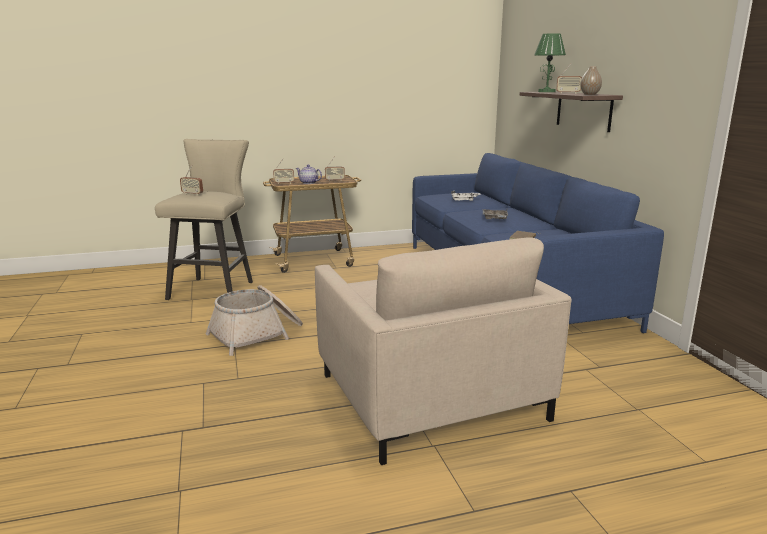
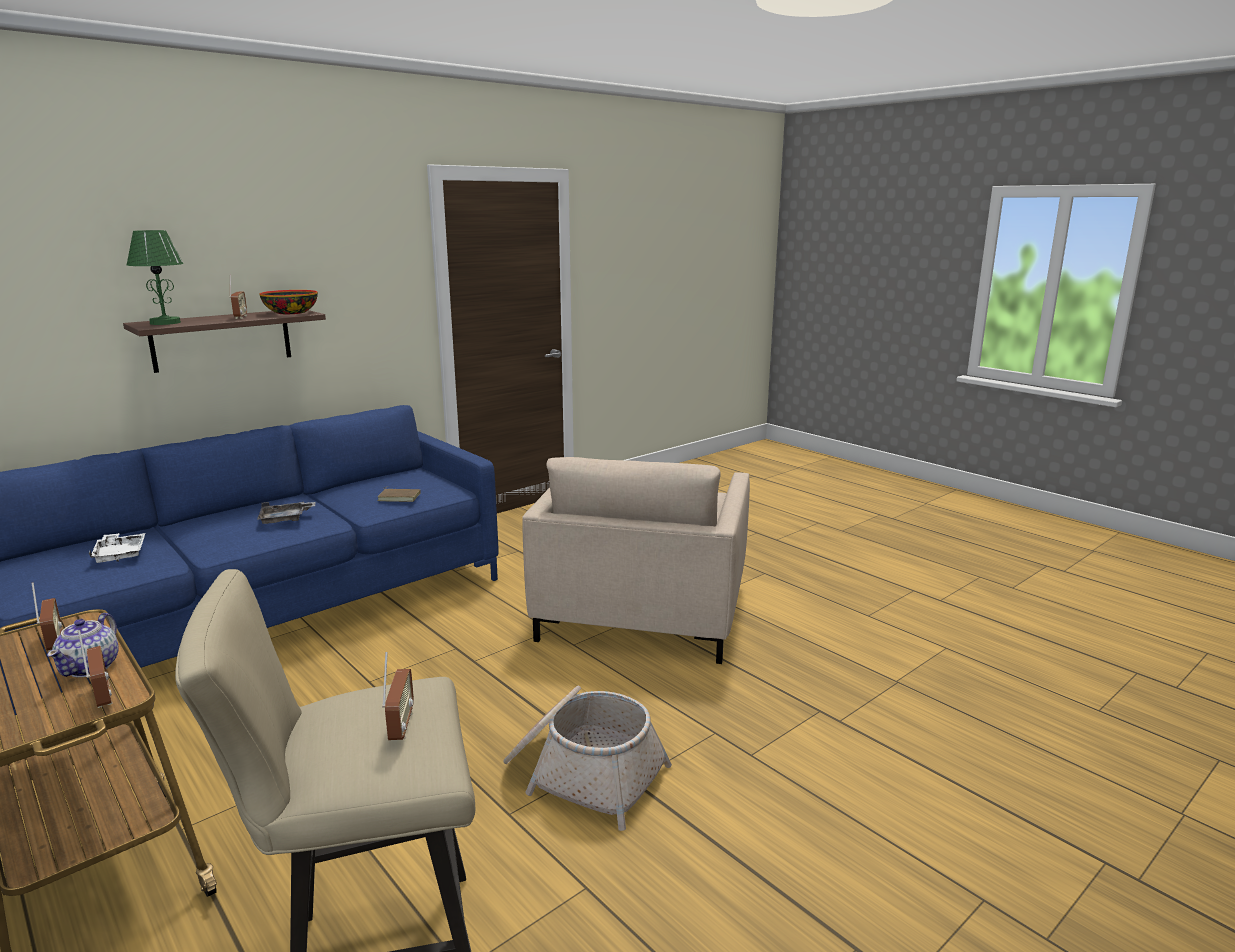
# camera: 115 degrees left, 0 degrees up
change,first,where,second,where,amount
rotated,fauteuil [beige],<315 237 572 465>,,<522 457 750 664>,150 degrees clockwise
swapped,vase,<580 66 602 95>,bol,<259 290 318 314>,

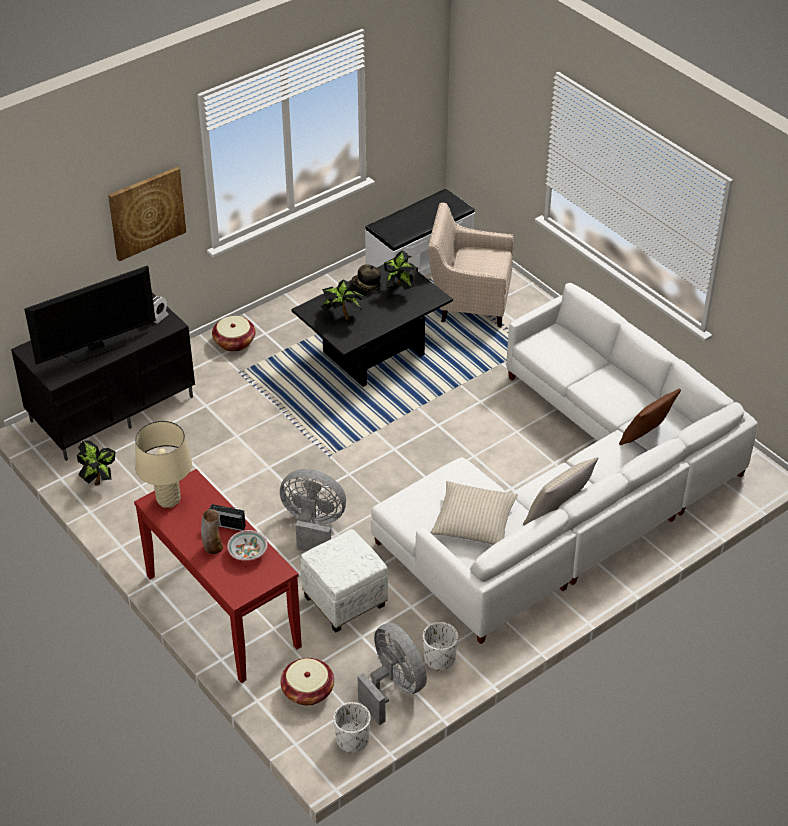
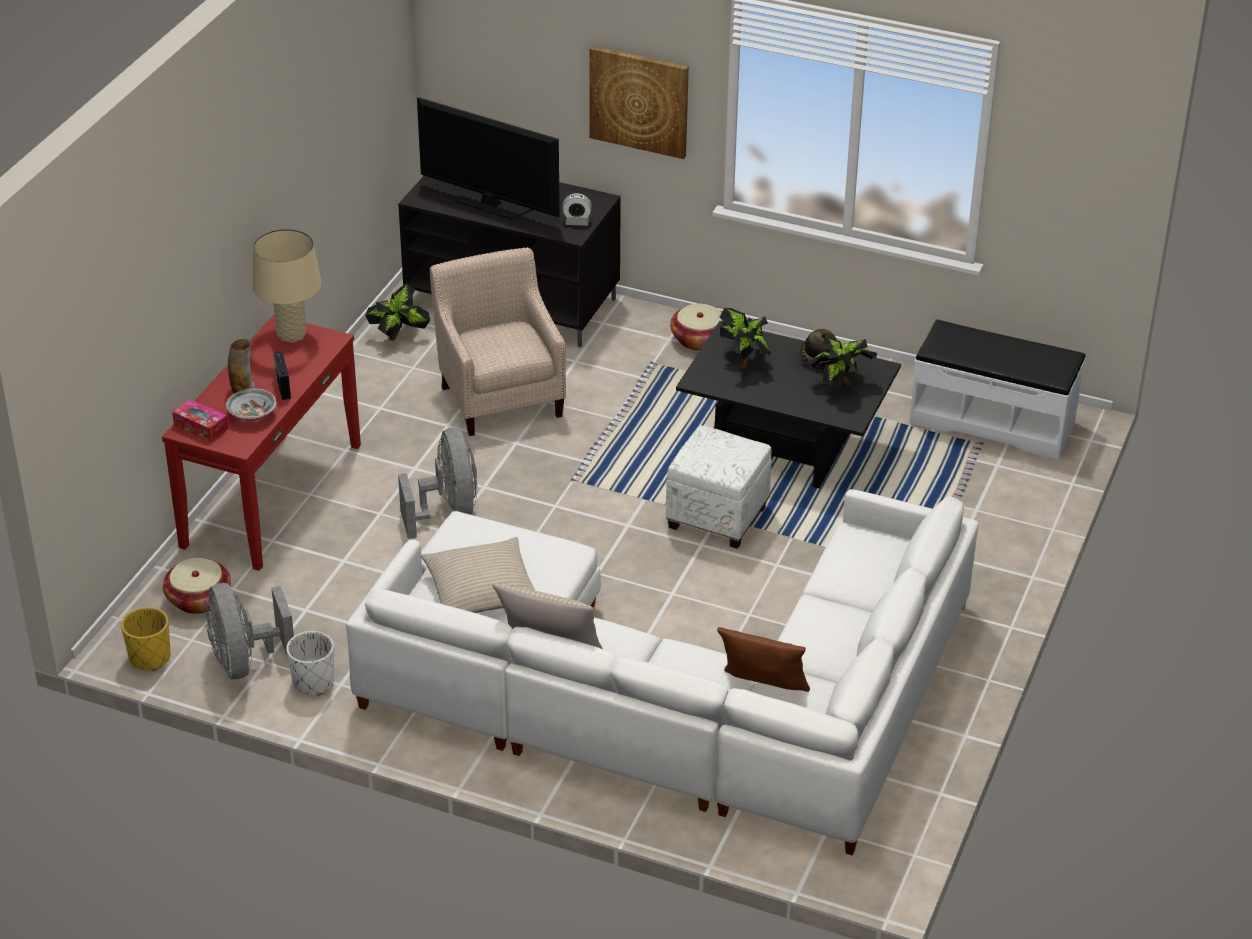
# camera: 60 degrees right, 5 degrees down
change,first,where,second,where,amount
shifted,pouf [blanc],<300 529 388 633>,,<666 426 771 549>,
repainted,cache-pot [blanc],<333 702 371 753>,cache-pot [jaune],<121 607 170 671>,
rotated,ventilateur [gris],<357 623 427 725>,,<206 583 294 679>,135 degrees clockwise
shifted,fauteuil [beige],<428 203 514 328>,,<430 247 566 436>,
new,,,boîte à mouchoirs,<172 399 229 442>,

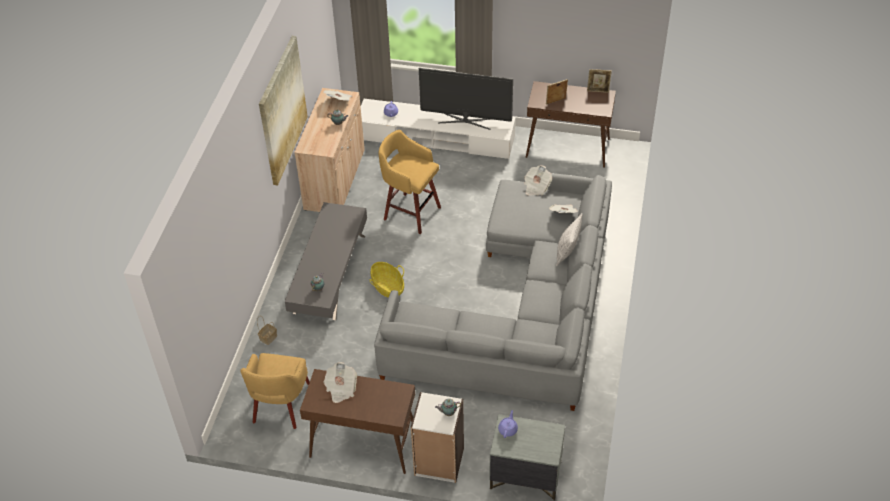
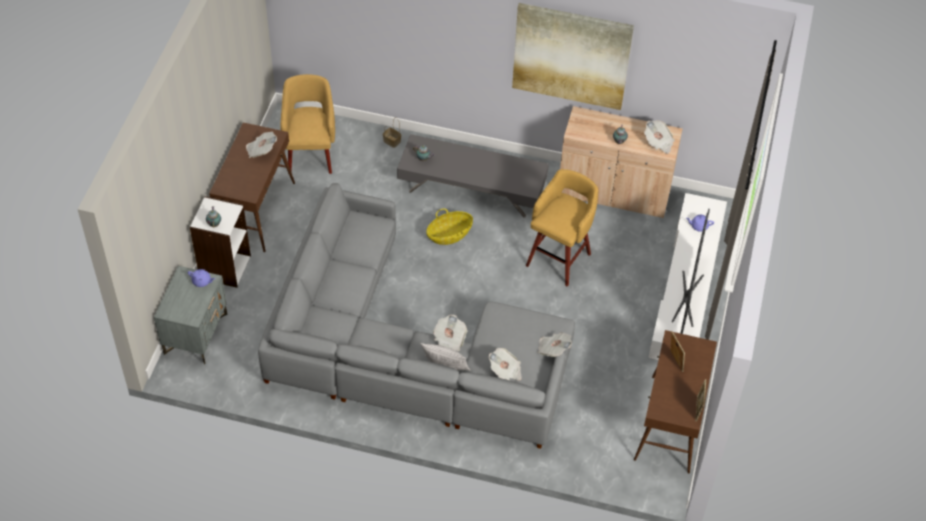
# camera: 90 degrees right, 5 degrees up
change,first,where,second,where,amount
rotated,fauteuil [jaune],<240 353 310 429>,,<281 74 335 174>,75 degrees clockwise
new,,,journal,<433 315 467 351>,

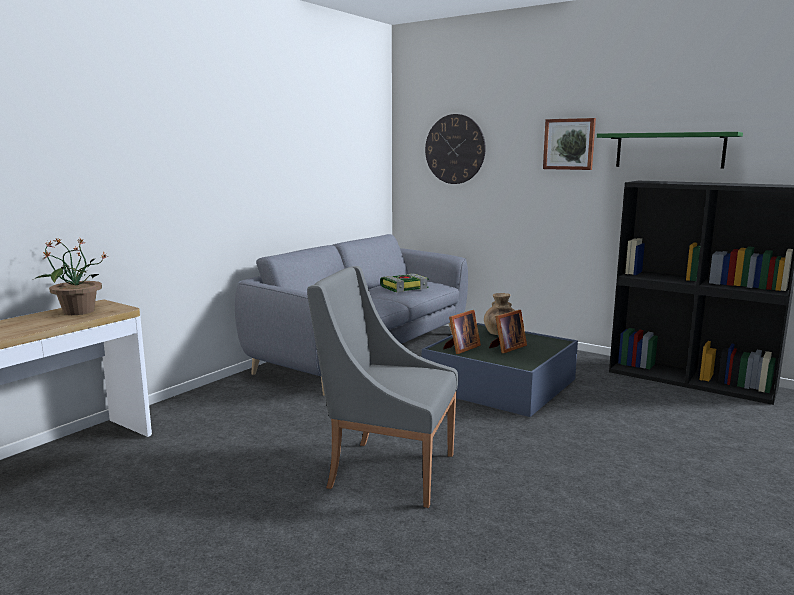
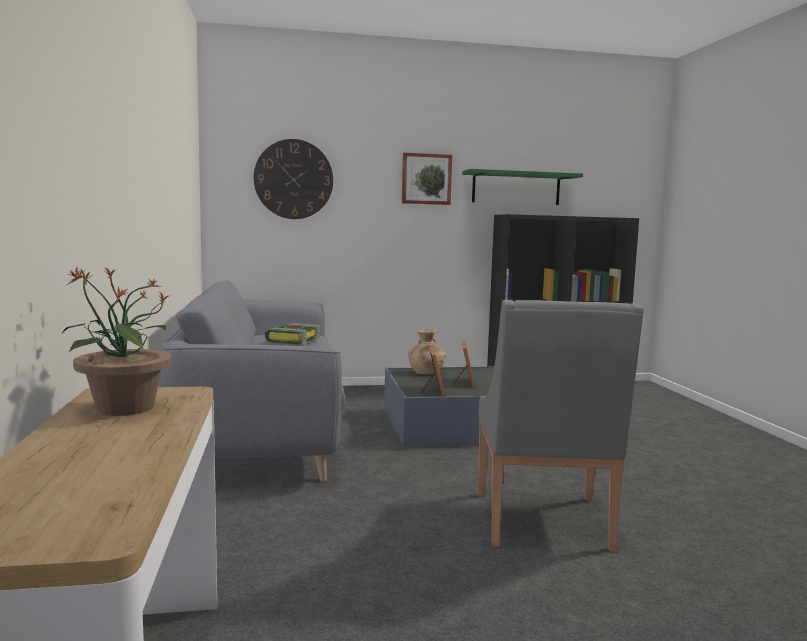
# camera: 45 degrees left, 5 degrees down
change,first,where,second,where,amount
rotated,fauteuil [gris],<307 266 458 508>,,<478 300 644 552>,60 degrees counterclockwise

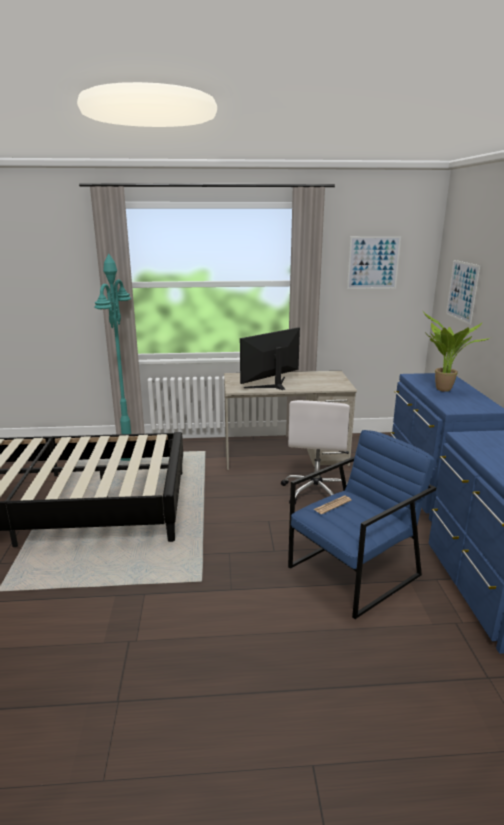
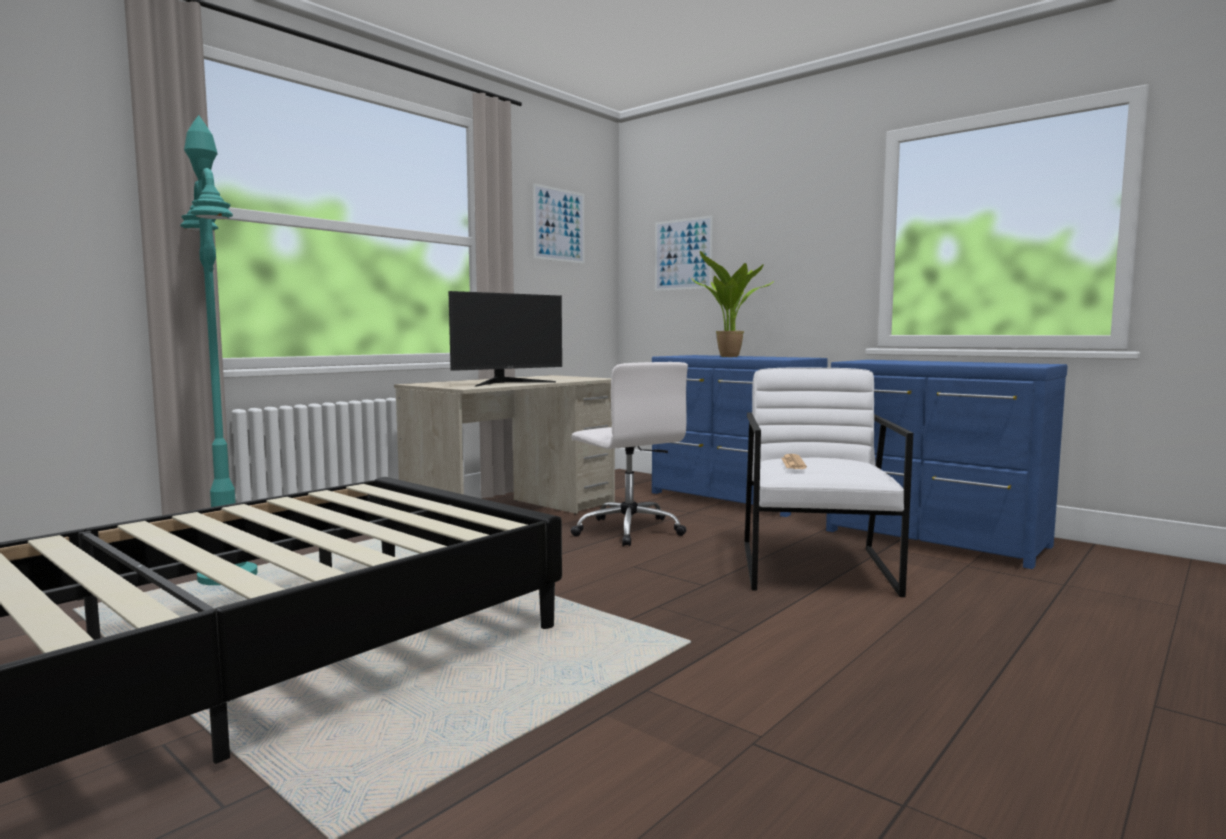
# camera: 45 degrees left, 15 degrees down
change,first,where,second,where,amount
rotated,écran d'ordinateur,<240 327 300 390>,,<448 291 562 386>,135 degrees counterclockwise
repainted,fauteuil [bleu],<288 430 436 619>,fauteuil [blanc],<744 367 913 597>,

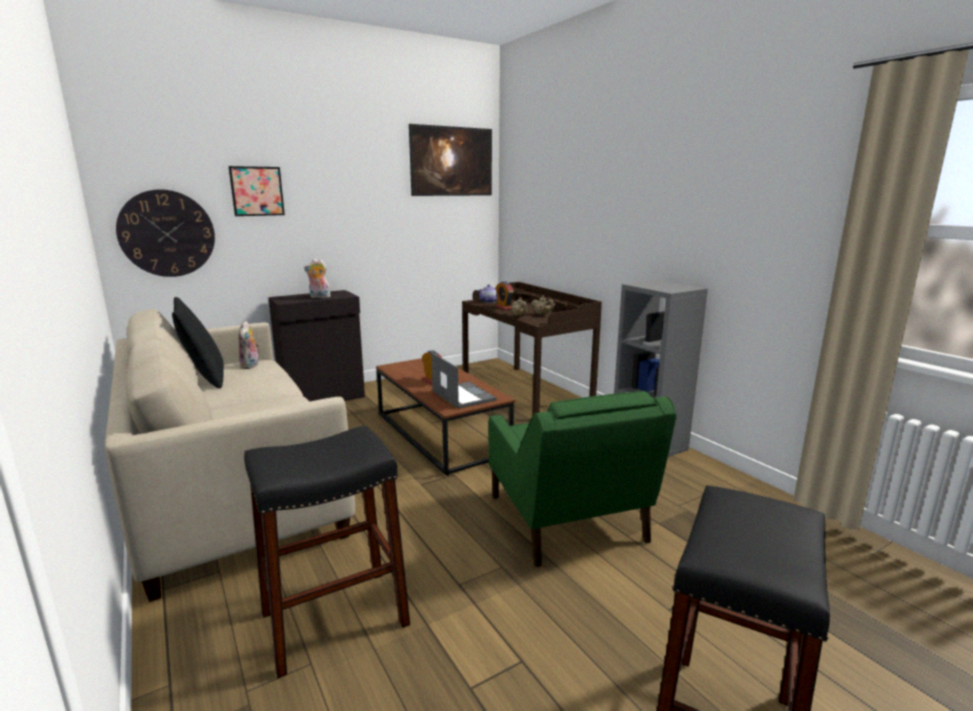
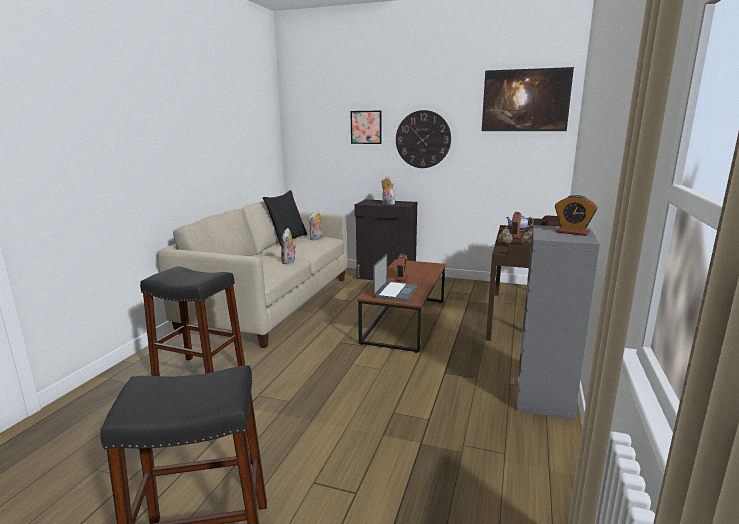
# camera: 50 degrees right, 0 degrees up
change,first,where,second,where,amount
shifted,horloge murale,<116 189 215 277>,,<396 110 451 168>,
gone,fauteuil [vert],<488 391 676 567>,,,
new,,,peluche,<281 228 296 264>,
new,,,réveil,<555 195 597 236>,

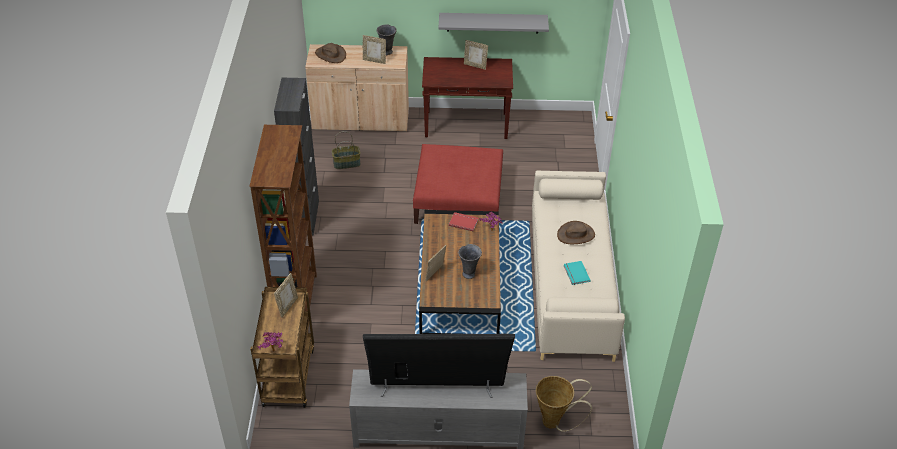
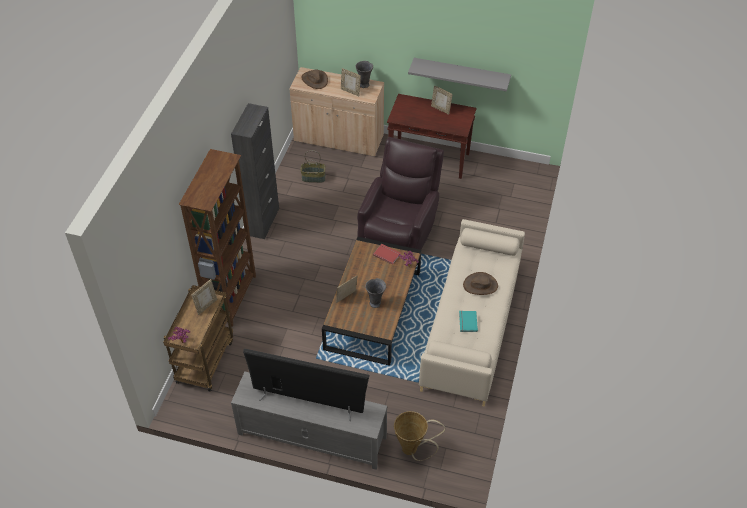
# camera: 15 degrees right, 5 degrees up
change,first,where,second,where,amount
swapped,pouf [rouge],<413 144 503 224>,fauteuil [marron],<357 137 444 250>,

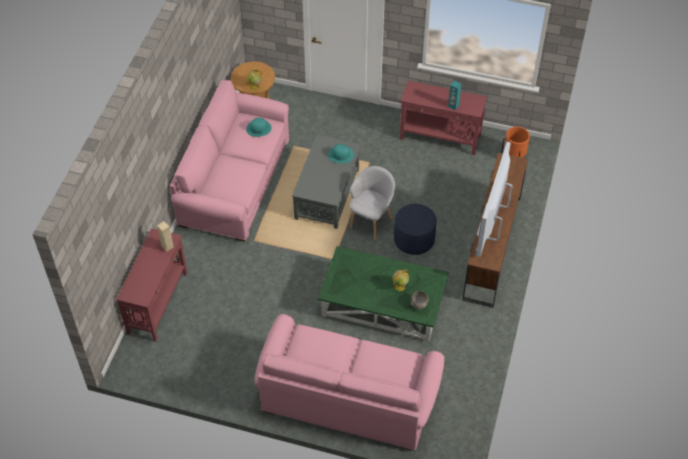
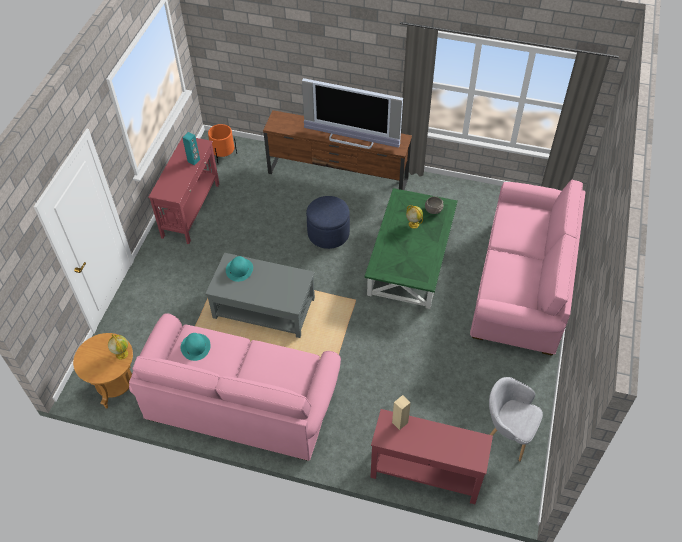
# camera: 90 degrees left, 0 degrees up
change,first,where,second,where,amount
shifted,fauteuil [gris],<350 166 395 240>,,<489 377 543 462>,

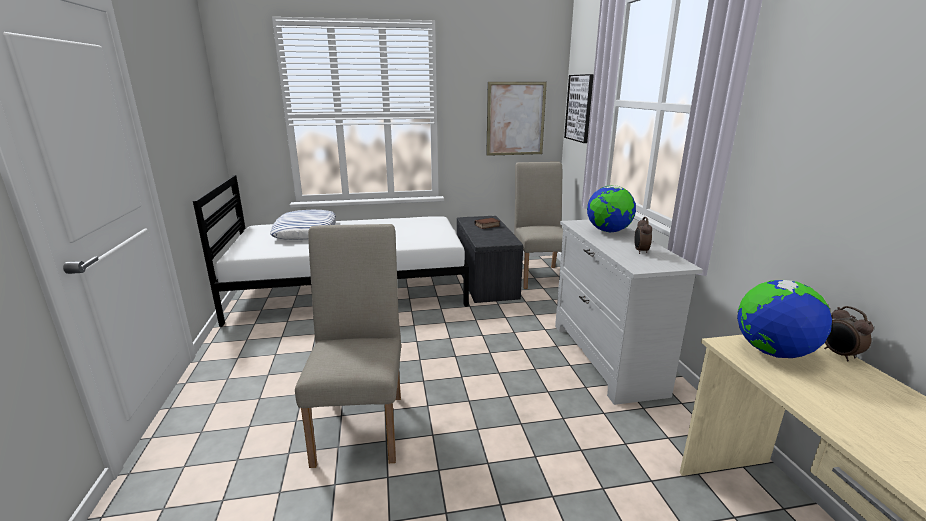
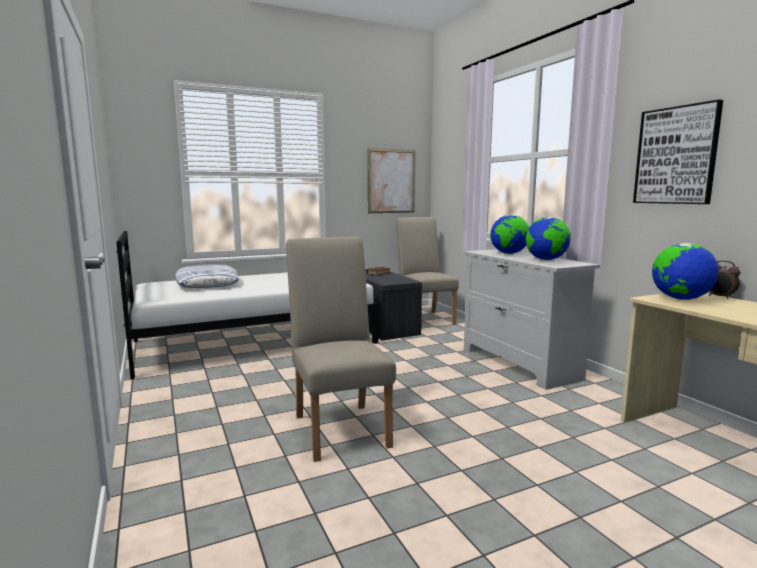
# camera: 15 degrees left, 10 degrees down
change,first,where,second,where,amount
shifted,tableau,<564 74 594 143>,,<633 100 723 204>,
swapped,réveil,<634 217 652 254>,globe,<526 217 571 260>,

